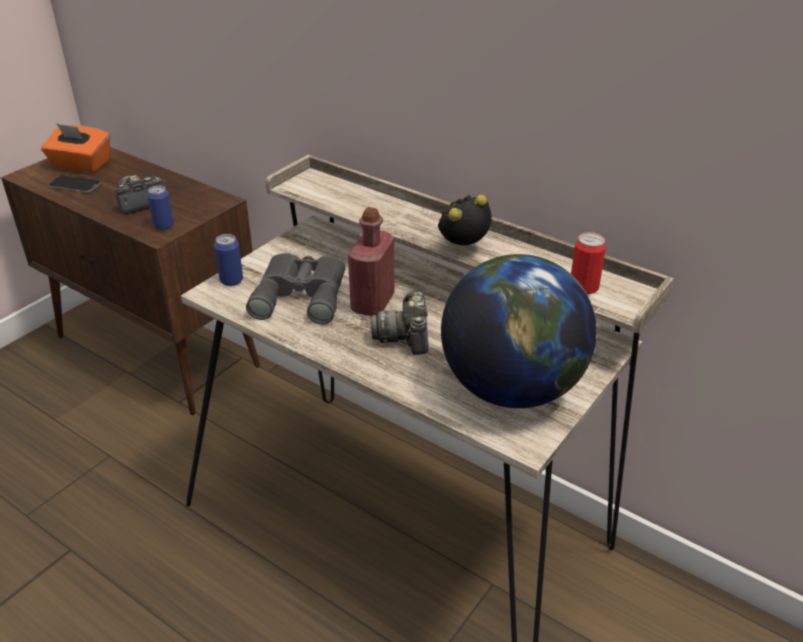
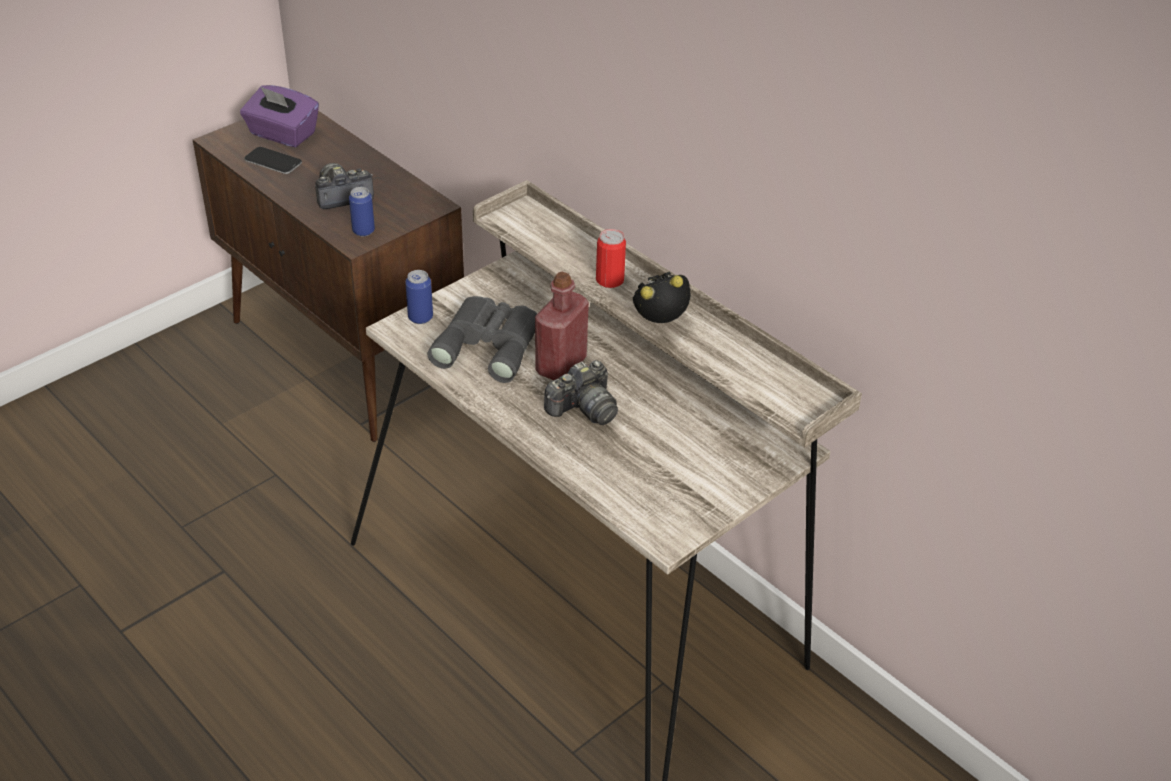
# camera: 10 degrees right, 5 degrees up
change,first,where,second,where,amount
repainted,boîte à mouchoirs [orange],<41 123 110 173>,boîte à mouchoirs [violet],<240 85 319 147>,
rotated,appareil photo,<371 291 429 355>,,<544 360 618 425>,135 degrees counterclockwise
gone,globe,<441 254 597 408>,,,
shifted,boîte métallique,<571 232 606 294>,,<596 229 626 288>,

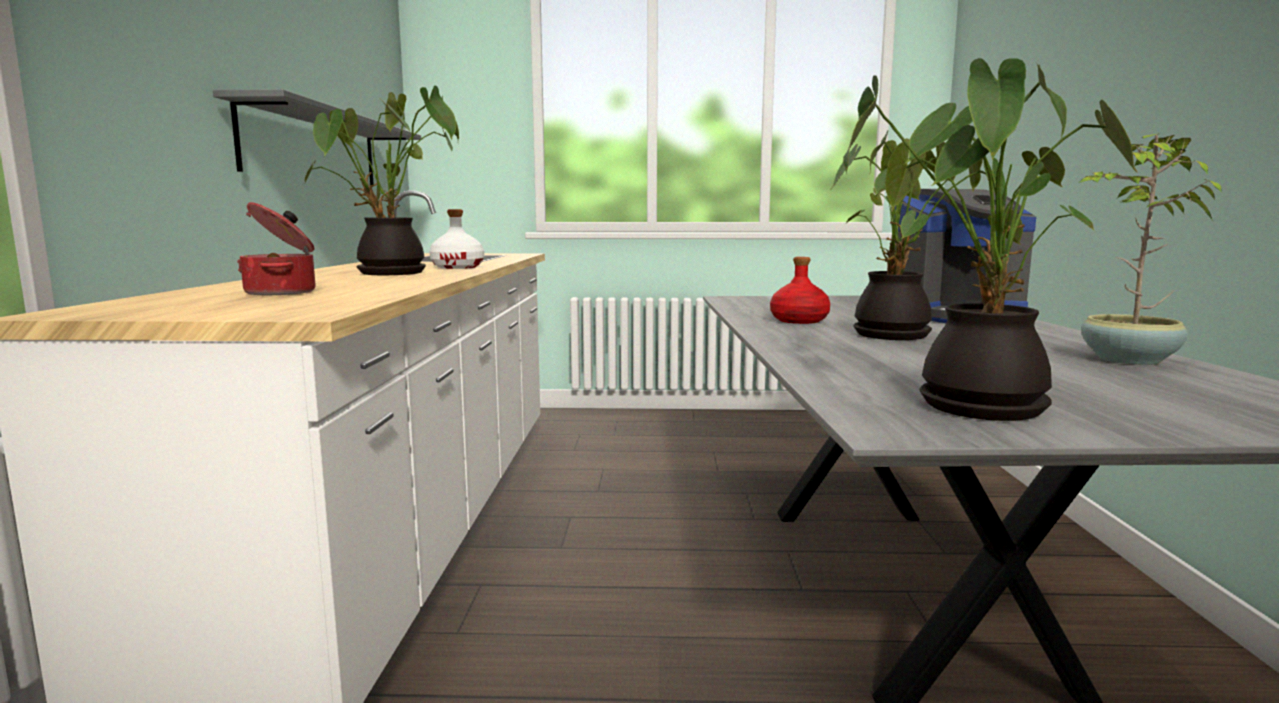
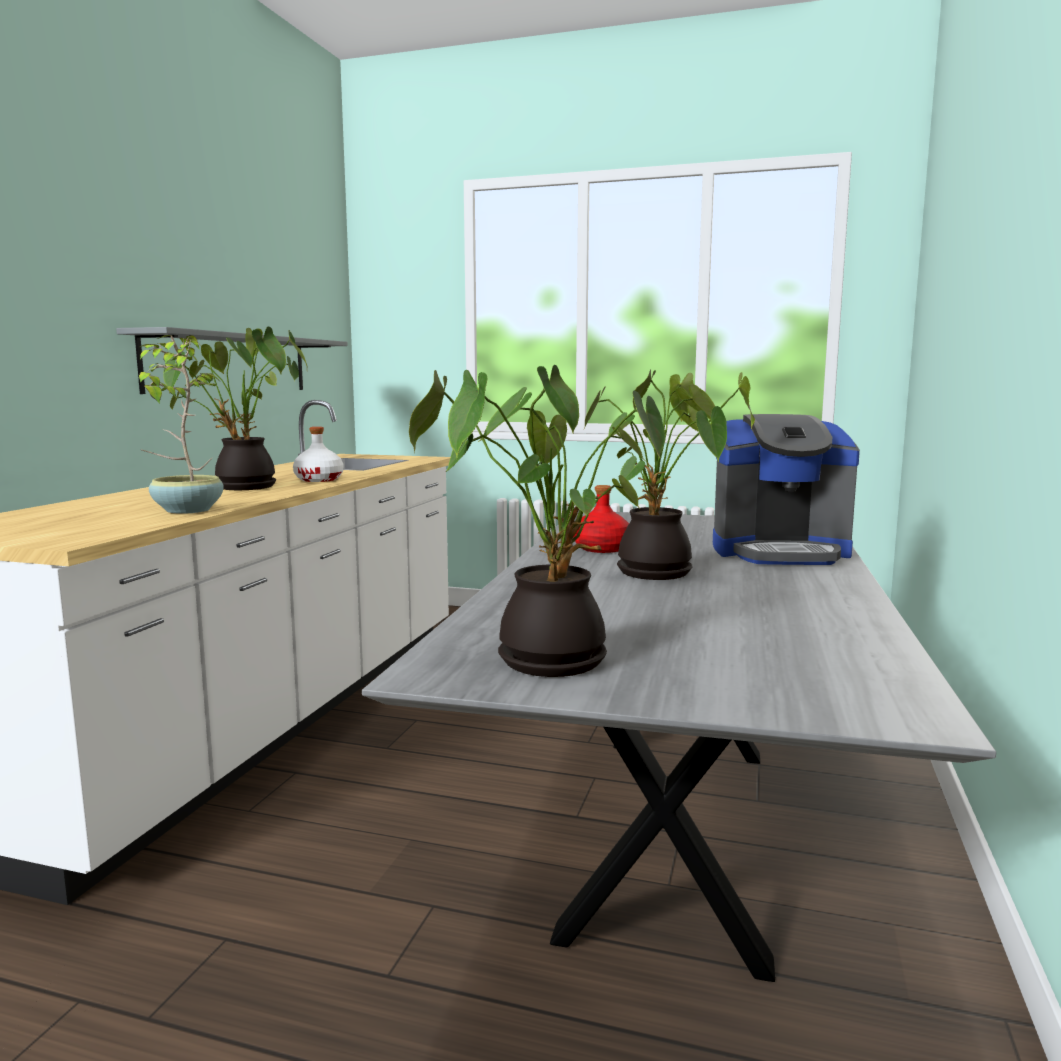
# camera: 15 degrees right, 0 degrees up
change,first,where,second,where,amount
gone,marmite,<237 202 315 295>,,,
shifted,plante en pot,<1078 134 1222 365>,,<139 335 224 514>,

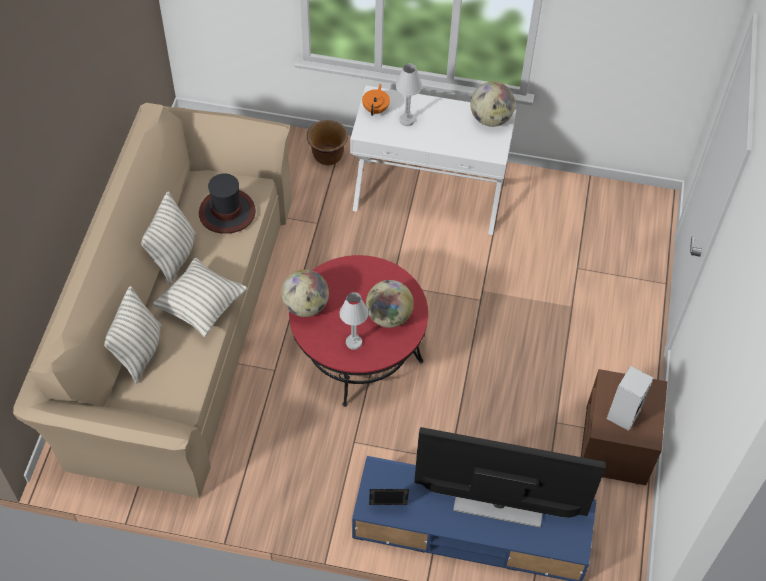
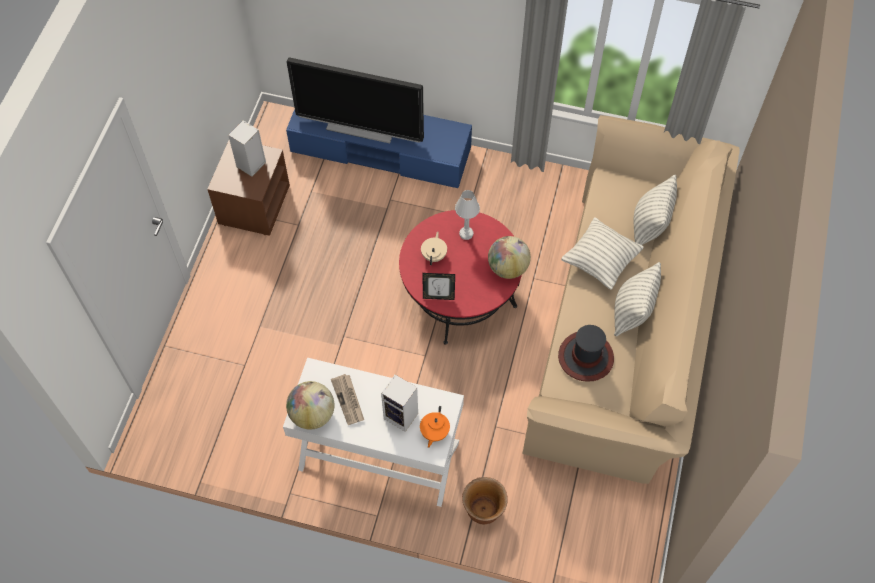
# camera: 175 degrees left, 5 degrees up
change,first,where,second,where,amount
swapped,globe,<366 280 414 328>,théière [beige],<421 232 447 265>,
shifted,cadre photo,<369 489 409 505>,,<423 273 455 300>,
swapped,lampe de table [blanc],<396 63 422 126>,enceinte,<381 375 418 432>,
new,,,journal,<331 374 364 425>,

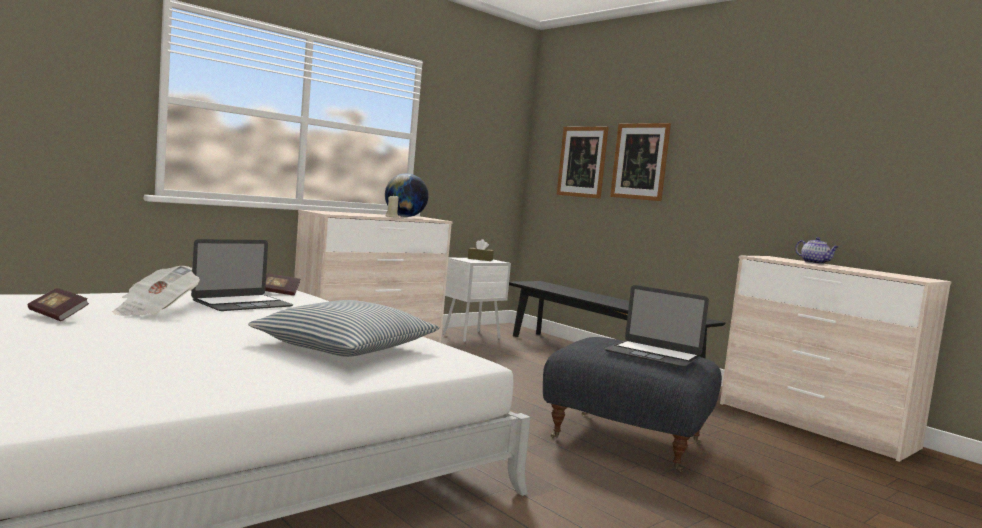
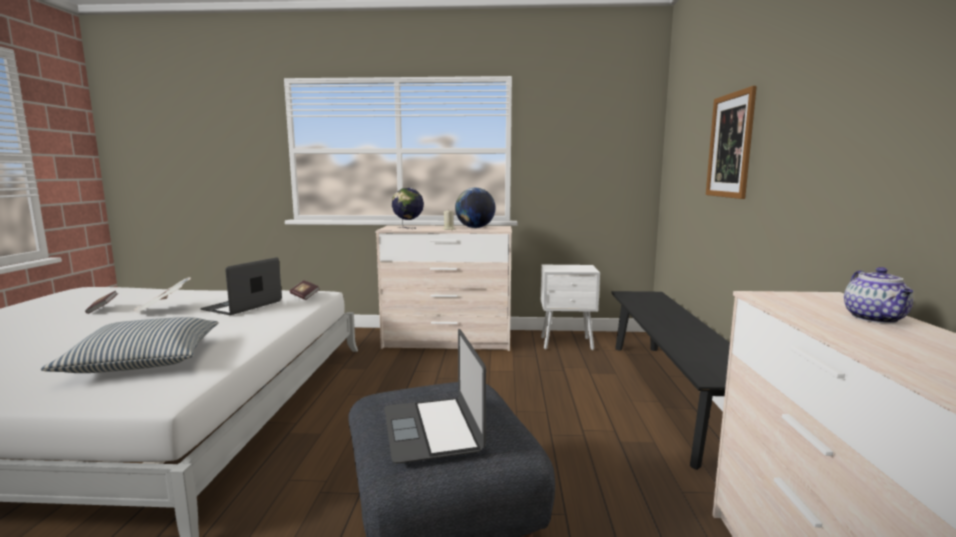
# camera: 45 degrees right, 5 degrees up
change,first,where,second,where,amount
rotated,ordinateur portable,<191 239 294 311>,,<200 257 282 315>,120 degrees clockwise
gone,boîte à mouchoirs [marron],<468 239 494 261>,,,
gone,tableau,<557 127 609 199>,,,
new,,,globe,<392 188 424 229>,

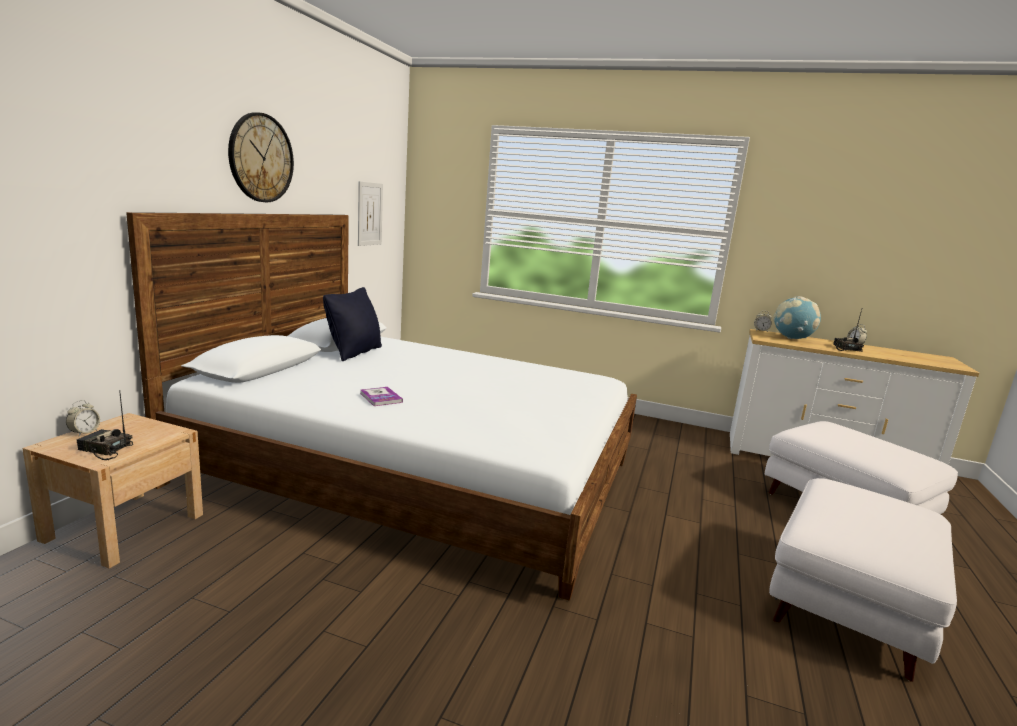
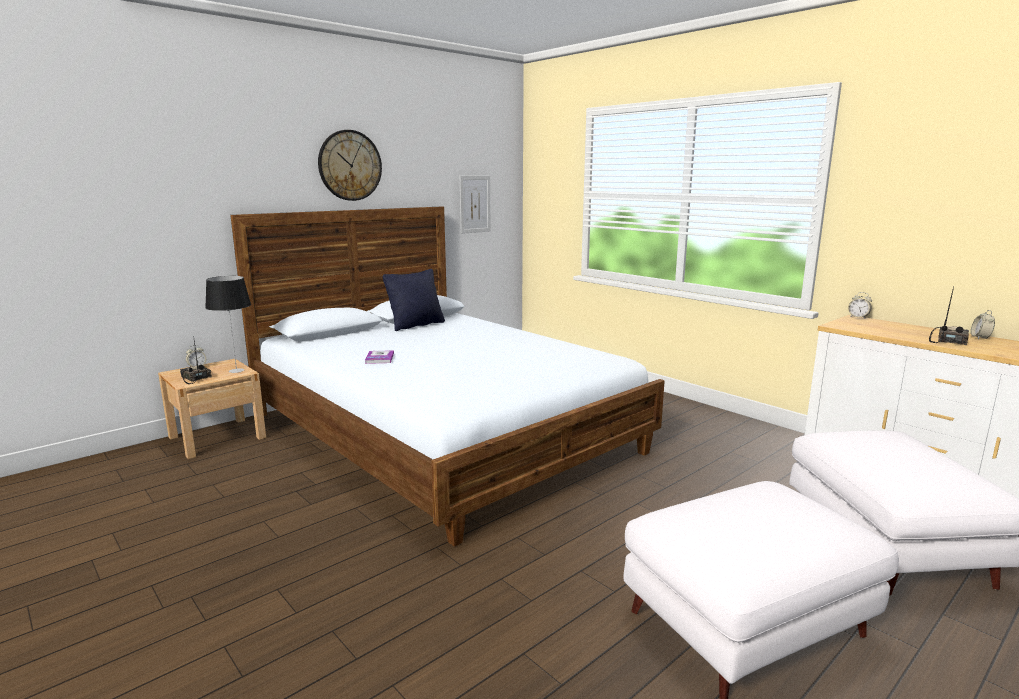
# camera: 30 degrees right, 0 degrees up
change,first,where,second,where,amount
gone,globe,<773 296 821 339>,,,
new,,,lampe de table,<205 276 251 373>,

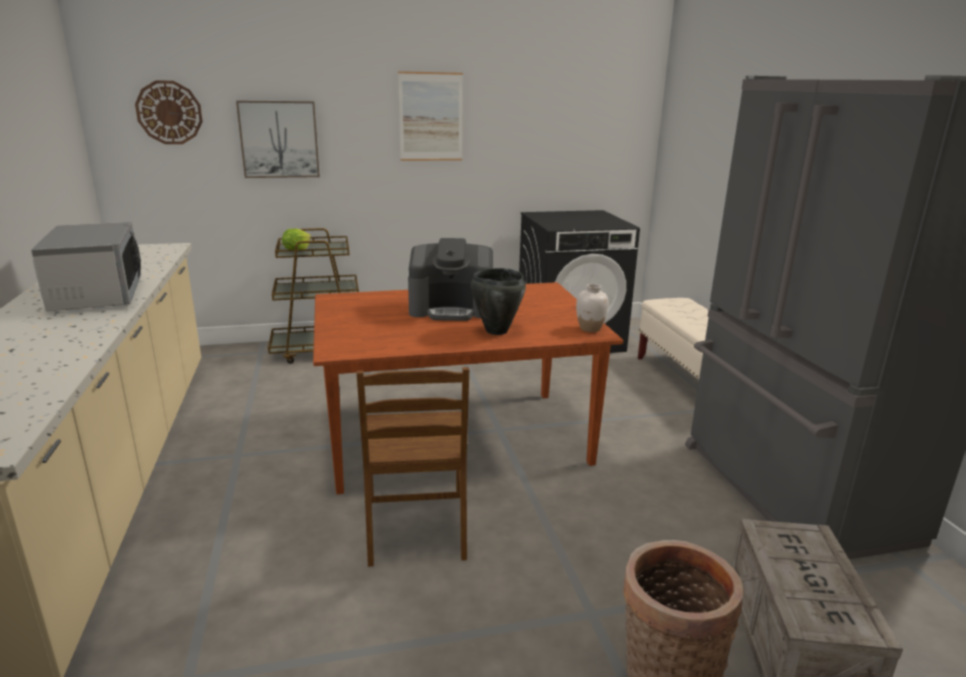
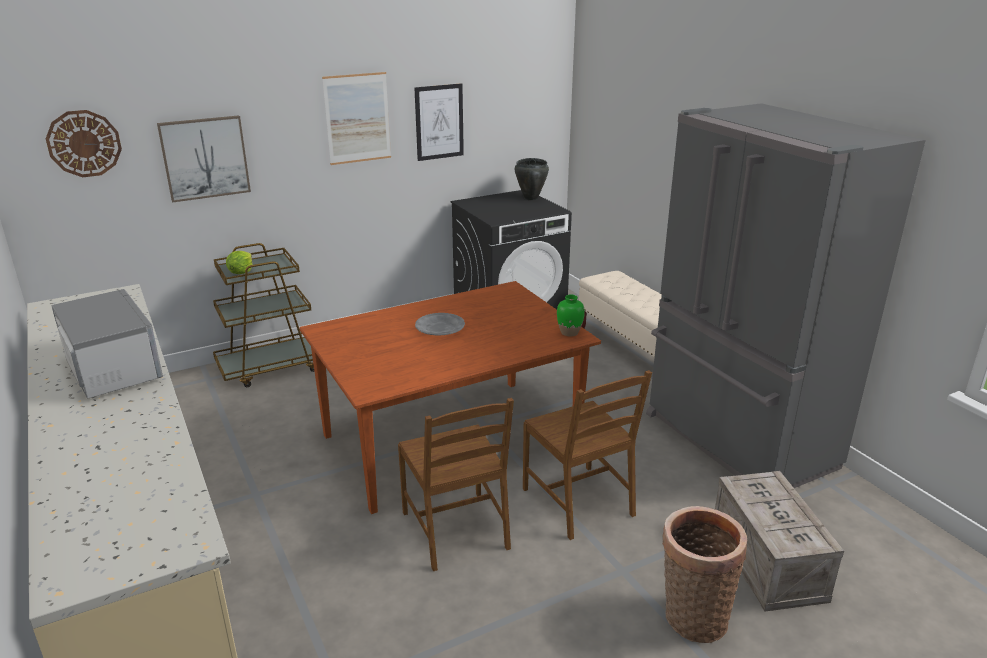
# camera: 15 degrees left, 5 degrees up
change,first,where,second,where,amount
swapped,machine à café,<408 238 493 321>,assiette [gris],<415 313 465 335>,
shifted,marmite [noir],<471 268 526 335>,,<515 158 549 200>,
repainted,vase [blanc],<576 284 609 332>,vase [vert],<557 294 585 336>,
new,,,tableau,<414 83 464 161>,
new,,,chaise [marron],<523 370 652 540>,

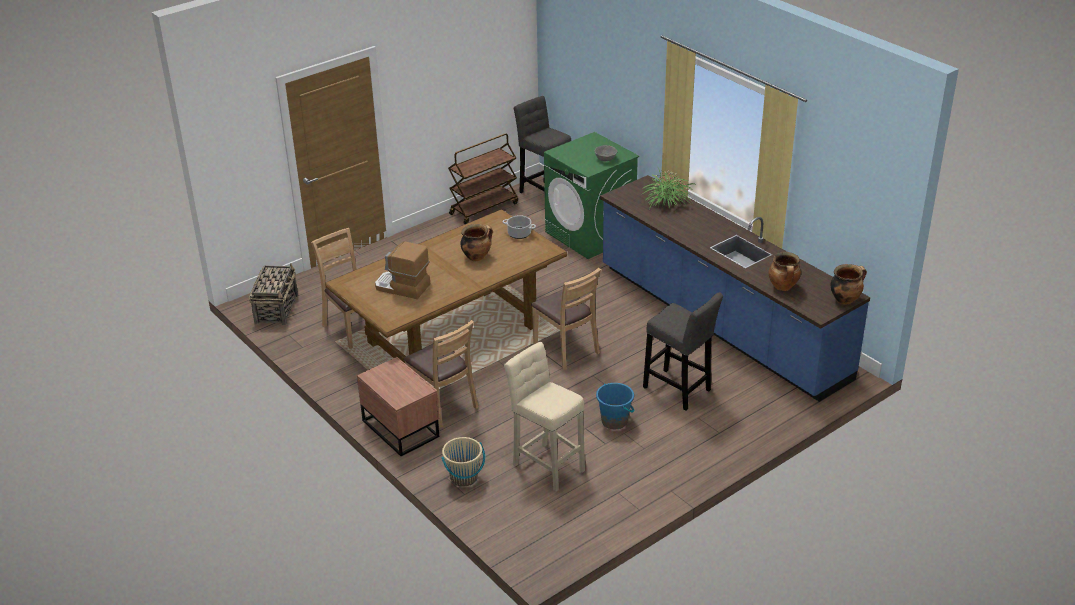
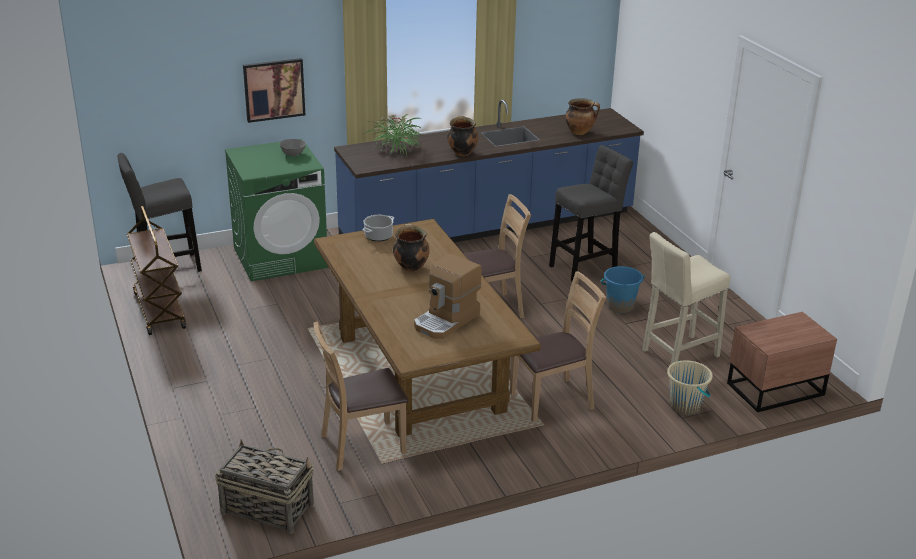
# camera: 75 degrees left, 5 degrees down
change,first,where,second,where,amount
shifted,table de chevet [marron],<357 357 439 456>,,<727 312 837 412>,
shifted,marmite,<830 264 867 304>,,<447 116 478 156>,
new,,,tableau,<243 58 305 123>,

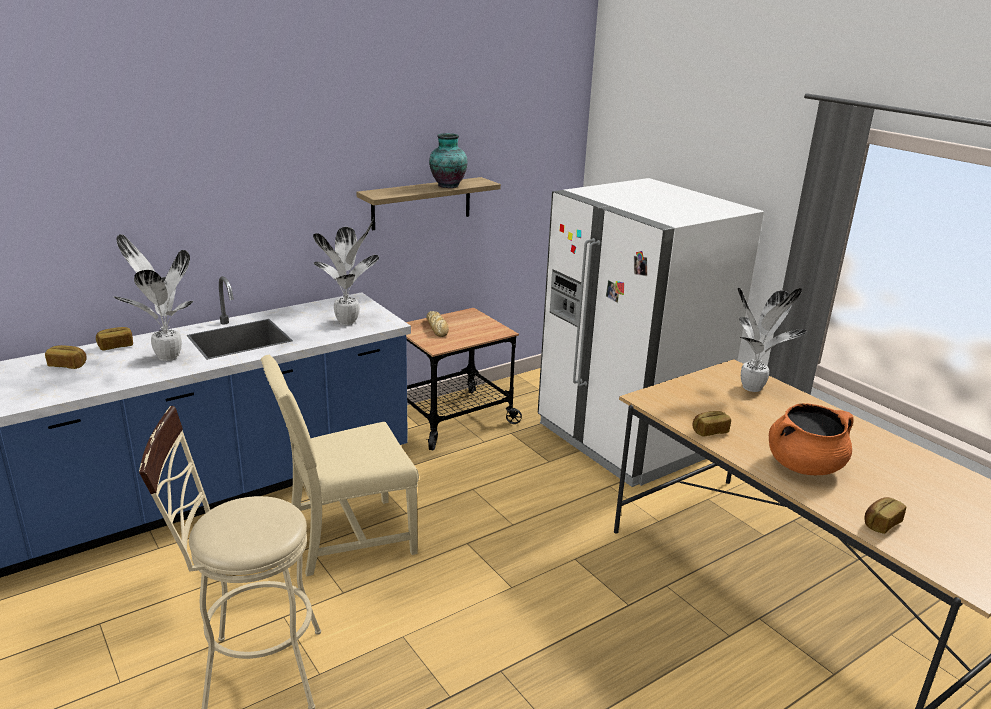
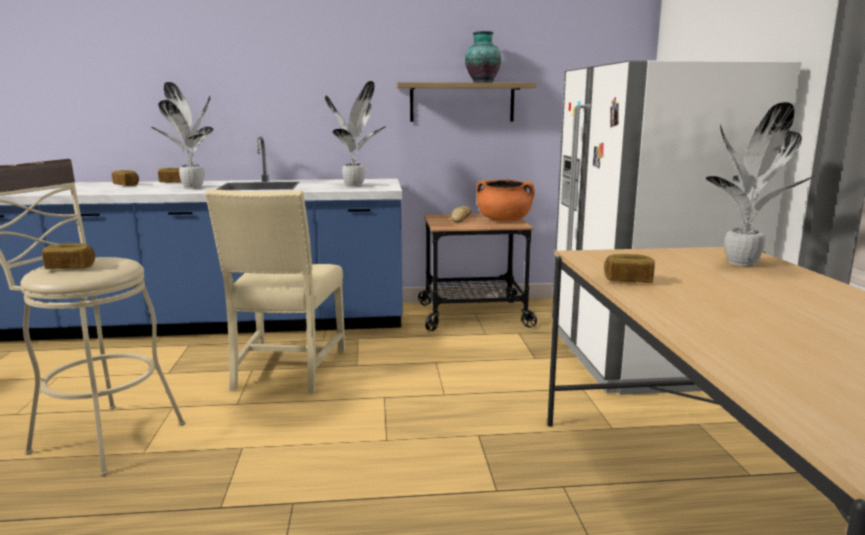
# camera: 30 degrees right, 10 degrees down
change,first,where,second,where,amount
rotated,chaise [beige],<261 355 419 577>,,<205 189 345 393>,90 degrees counterclockwise
shifted,marmite [orange],<769 403 853 475>,,<476 179 535 221>,
shifted,pain,<864 497 906 534>,,<42 243 95 269>,

